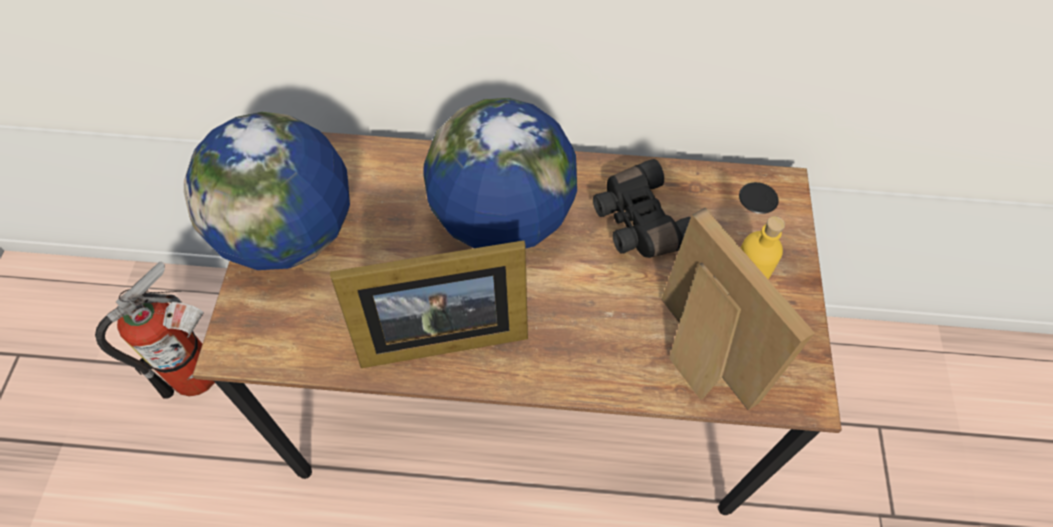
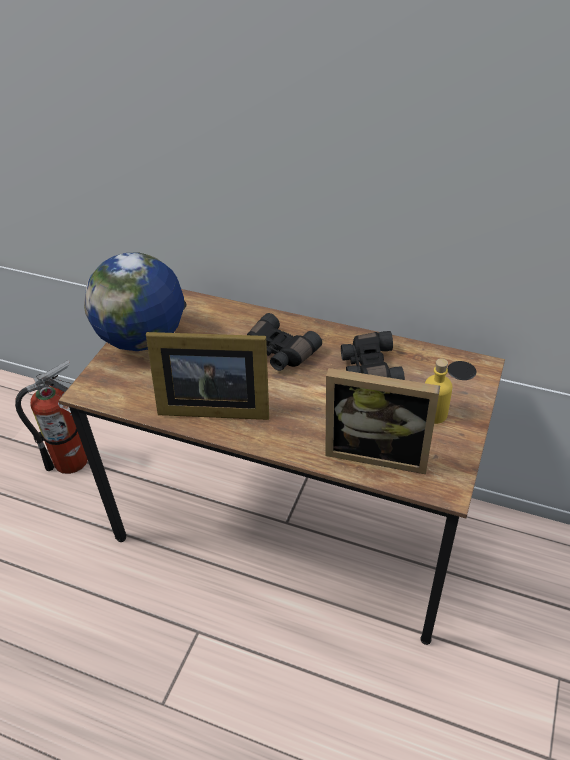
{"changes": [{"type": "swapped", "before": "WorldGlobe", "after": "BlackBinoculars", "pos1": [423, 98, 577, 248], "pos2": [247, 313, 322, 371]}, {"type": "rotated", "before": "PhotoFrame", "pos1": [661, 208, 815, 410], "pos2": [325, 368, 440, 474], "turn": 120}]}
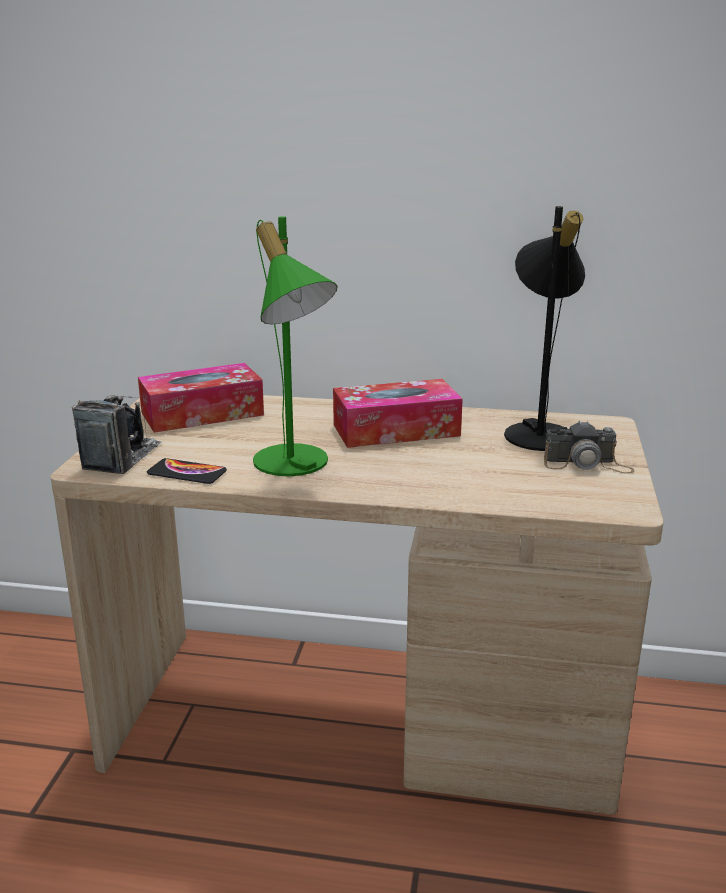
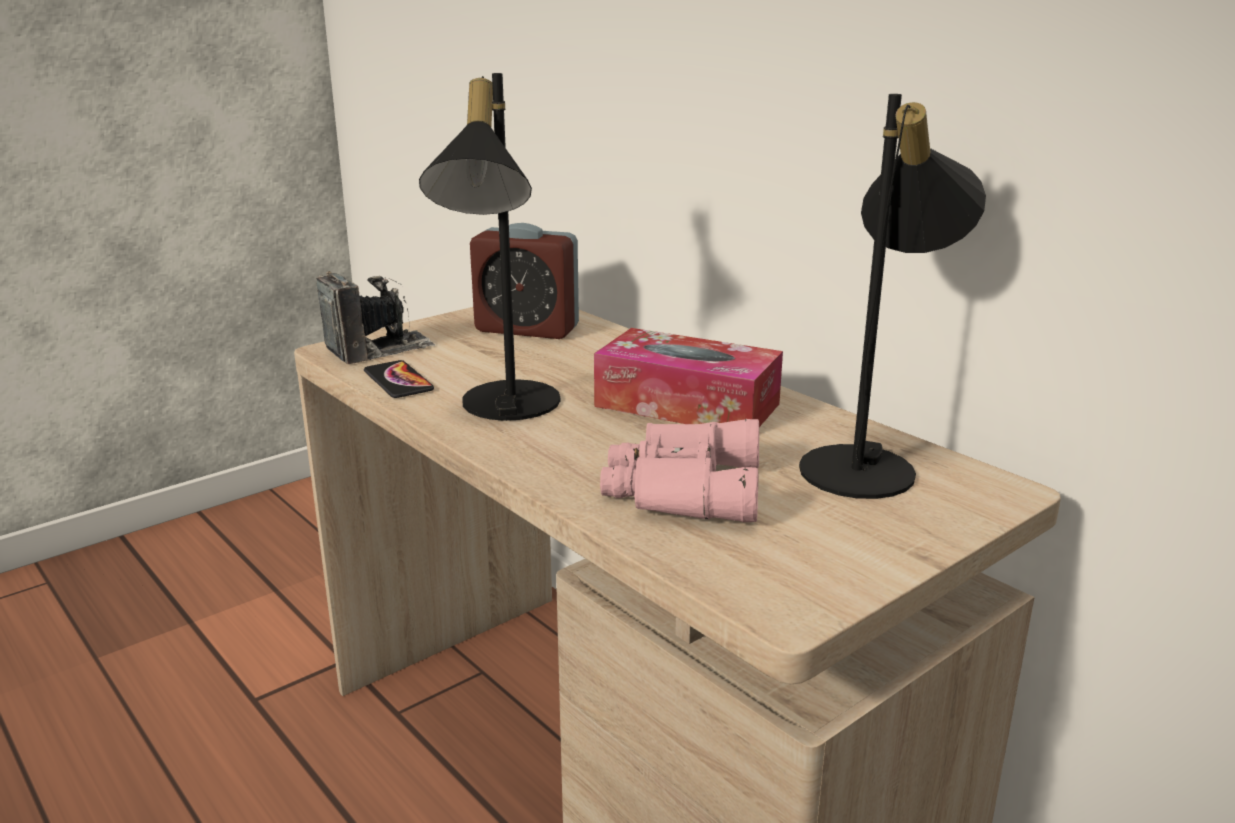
{"changes": [{"type": "repainted", "before": "GreenishLampForATable", "after": "BlackLampForATable", "pos1": [253, 216, 337, 476], "pos2": [419, 73, 560, 421]}, {"type": "swapped", "before": "TissueBox", "after": "BedsideClock", "pos1": [138, 363, 264, 433], "pos2": [470, 223, 579, 339]}, {"type": "gone", "before": "PhotoCamera", "pos1": [544, 420, 634, 474]}, {"type": "new", "after": "PinkBinoculars", "pos2": [600, 419, 759, 522]}]}
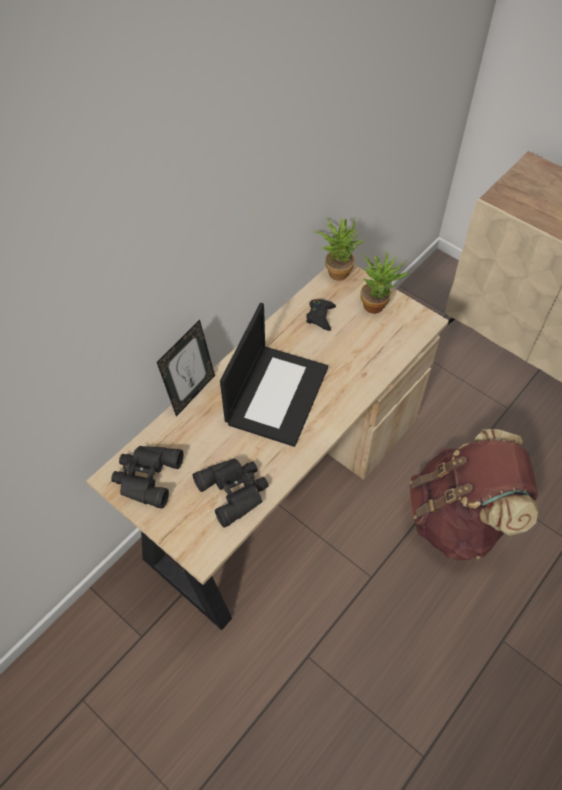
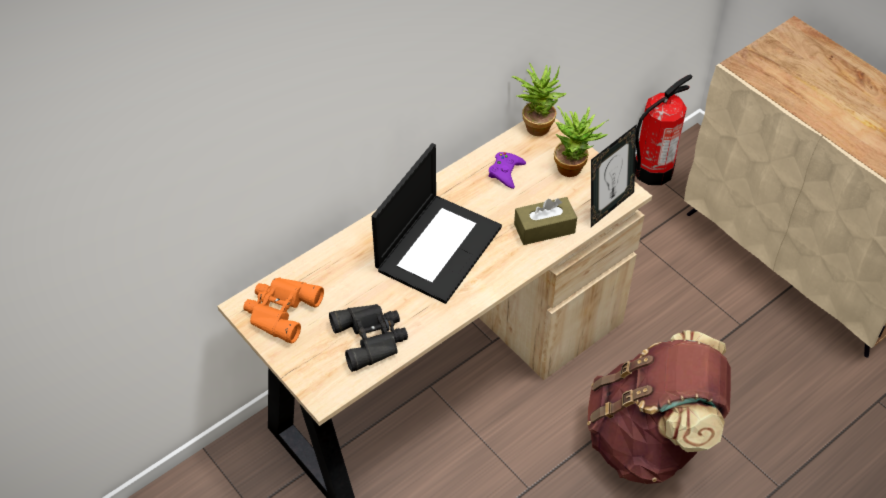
{"changes": [{"type": "repainted", "before": "BlackGamepad", "after": "PurplishGamepad", "pos1": [306, 299, 336, 331], "pos2": [489, 152, 526, 189]}, {"type": "shifted", "before": "PhotoFrame", "pos1": [157, 319, 215, 417], "pos2": [591, 124, 637, 227]}, {"type": "repainted", "before": "BlackBinoculars", "after": "OrangeColouredBinoculars", "pos1": [111, 446, 184, 508], "pos2": [243, 277, 324, 343]}, {"type": "new", "after": "Extinguisher", "pos2": [635, 74, 692, 185]}, {"type": "new", "after": "BrownishTissueBox", "pos2": [514, 197, 577, 245]}]}
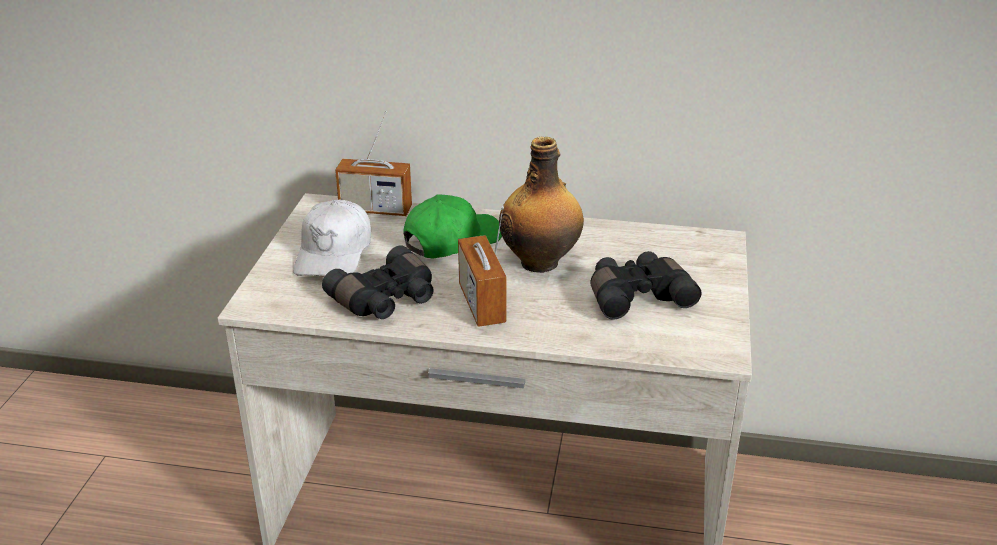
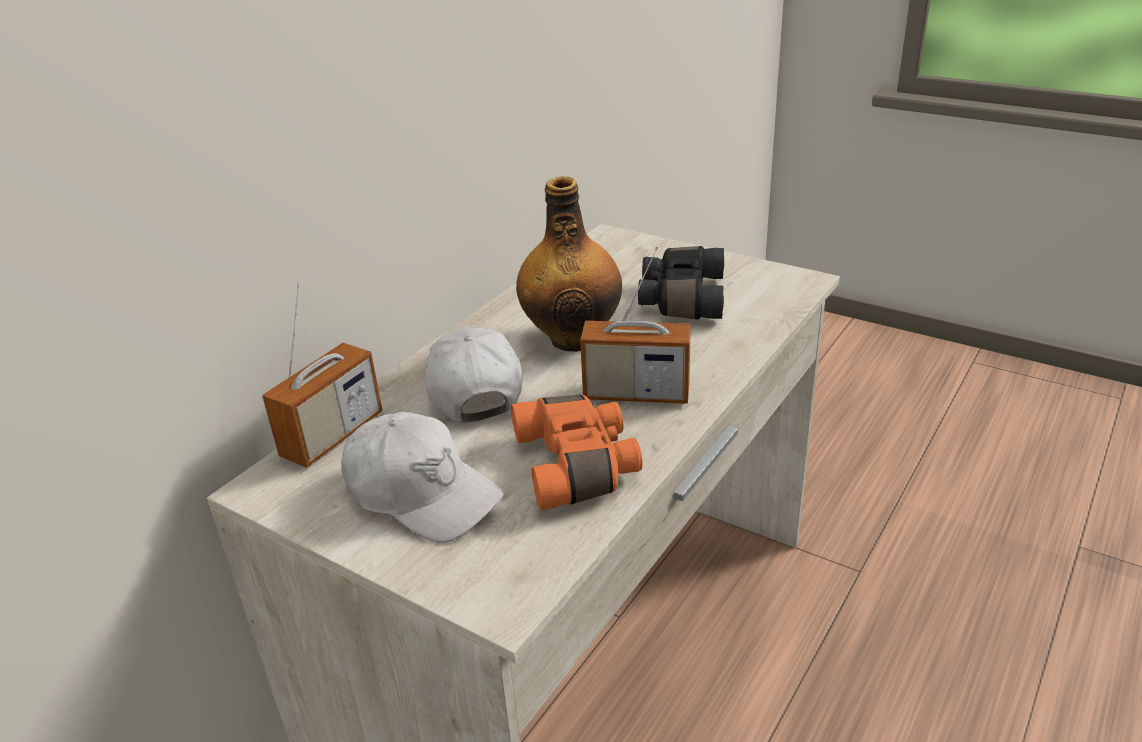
{"changes": [{"type": "repainted", "before": "GreenishBaseballCap", "after": "WhiteBaseballCap", "pos1": [403, 194, 502, 258], "pos2": [425, 326, 523, 422]}, {"type": "repainted", "before": "BlackBinoculars", "after": "OrangeColouredBinoculars", "pos1": [322, 245, 434, 319], "pos2": [511, 395, 643, 510]}]}
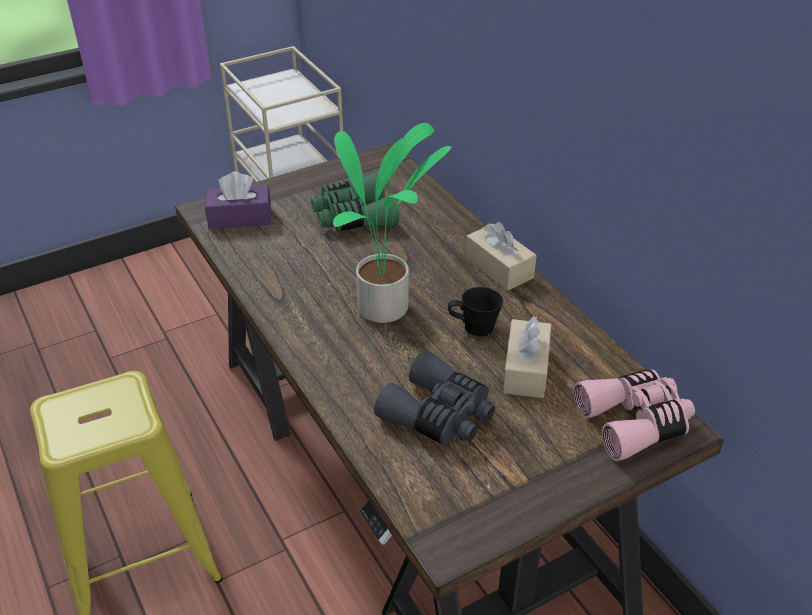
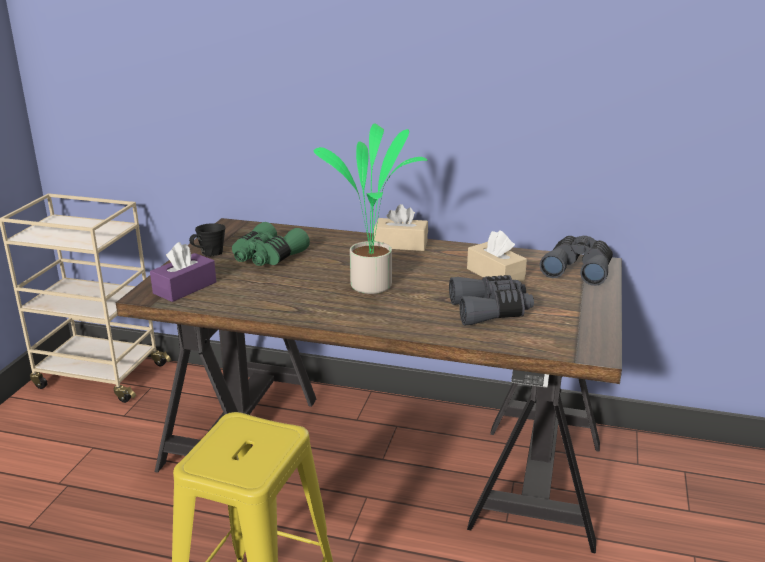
{"changes": [{"type": "shifted", "before": "BlackTeaMug", "pos1": [448, 287, 503, 337], "pos2": [189, 223, 225, 256]}, {"type": "repainted", "before": "PinkBinoculars", "after": "GrayBinoculars", "pos1": [573, 370, 695, 461], "pos2": [540, 236, 613, 286]}]}
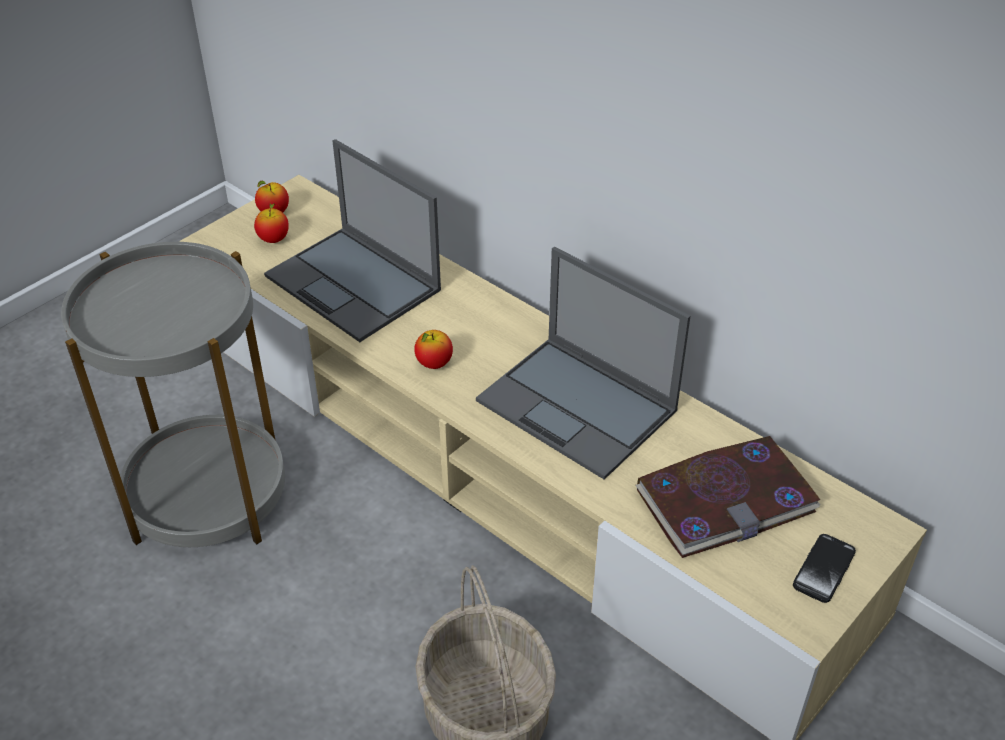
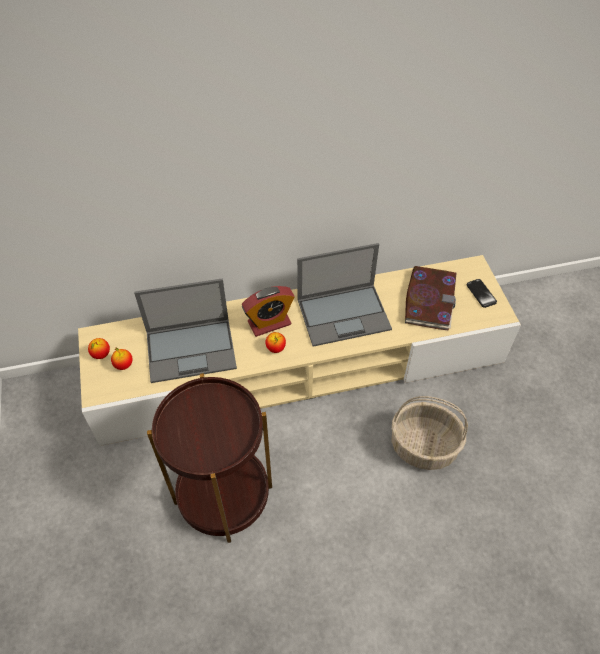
{"changes": [{"type": "repainted", "before": "GrayAccentTable", "after": "BrownishAccentTable", "pos1": [61, 242, 285, 547], "pos2": [147, 373, 272, 543]}, {"type": "new", "after": "BedsideClock", "pos2": [242, 286, 295, 337]}]}
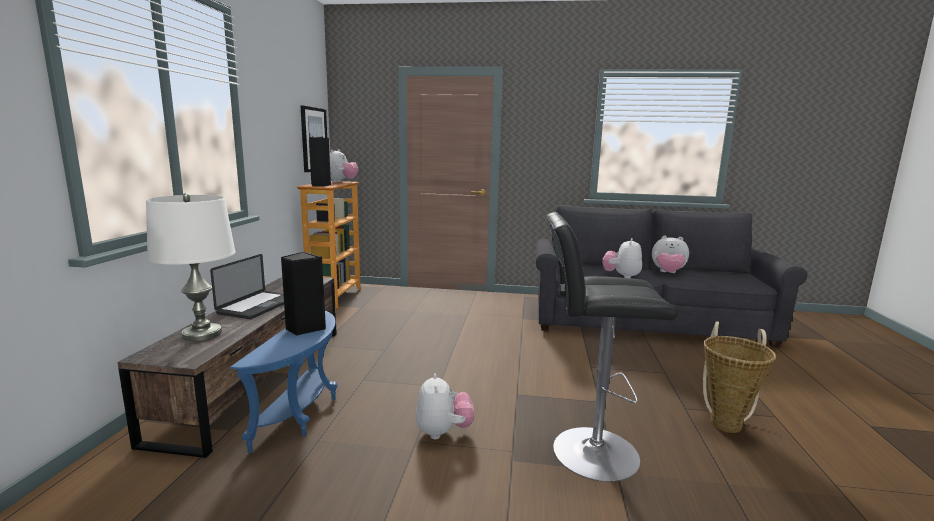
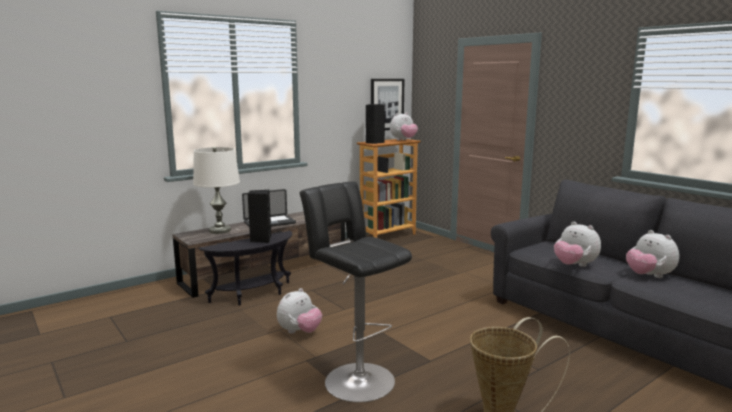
{"changes": [{"type": "rotated", "before": "CuddlyToy", "pos1": [602, 238, 642, 278], "pos2": [554, 222, 601, 267], "turn": -105}, {"type": "repainted", "before": "BluishAccentTable", "after": "BlackAccentTable", "pos1": [230, 311, 337, 453], "pos2": [198, 231, 292, 305]}]}
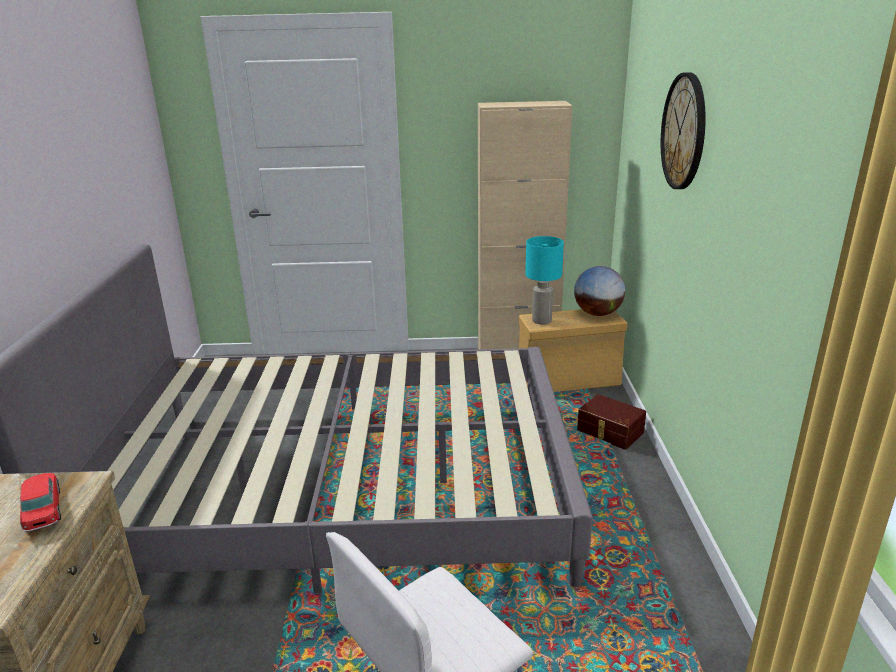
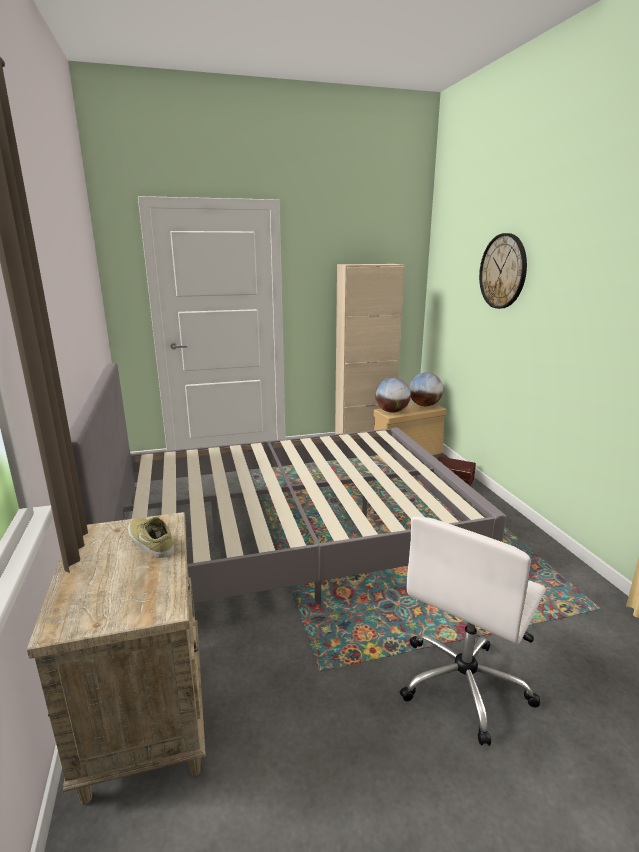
{"changes": [{"type": "swapped", "before": "TurquoiseColouredLampForATable", "after": "WorldGlobe", "pos1": [525, 236, 564, 324], "pos2": [375, 377, 411, 413]}, {"type": "swapped", "before": "ModelCar", "after": "SandColouredShoe", "pos1": [20, 473, 61, 532], "pos2": [128, 517, 174, 558]}]}
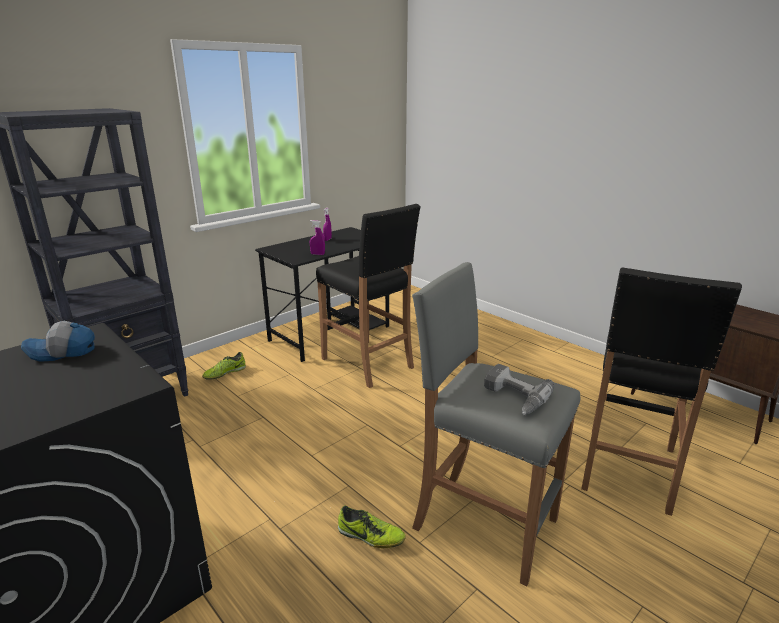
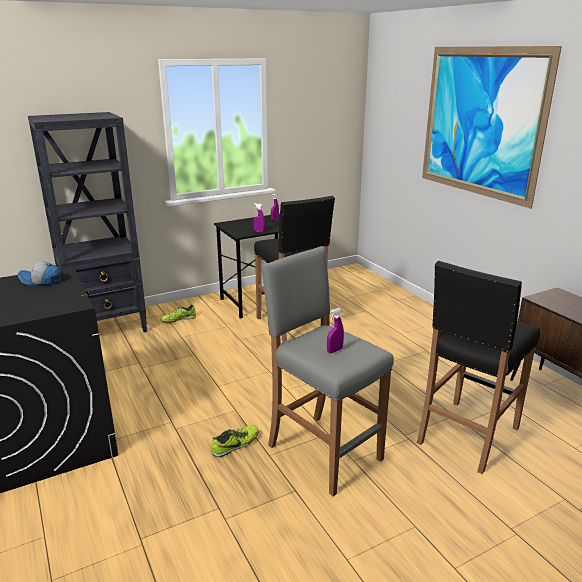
{"changes": [{"type": "swapped", "before": "ElectricDrill", "after": "PurplishHandSprayer", "pos1": [484, 364, 555, 415], "pos2": [327, 308, 344, 353]}, {"type": "rotated", "before": "Shoe", "pos1": [338, 505, 406, 548], "pos2": [211, 426, 259, 457], "turn": -75}, {"type": "new", "after": "Picture", "pos2": [422, 46, 562, 209]}]}
